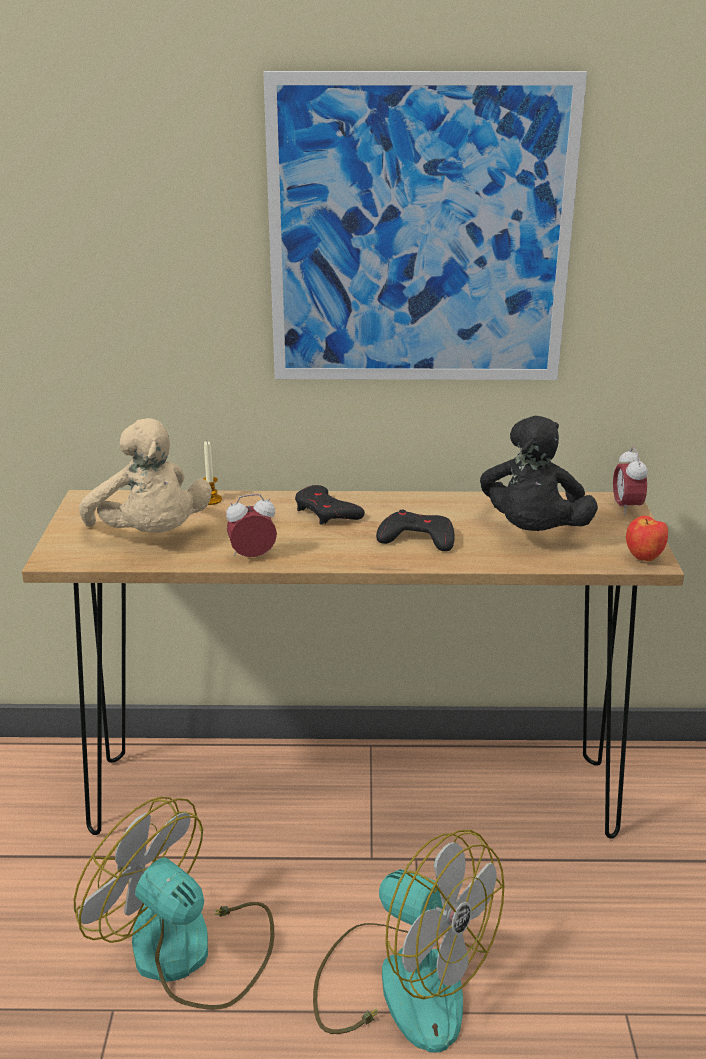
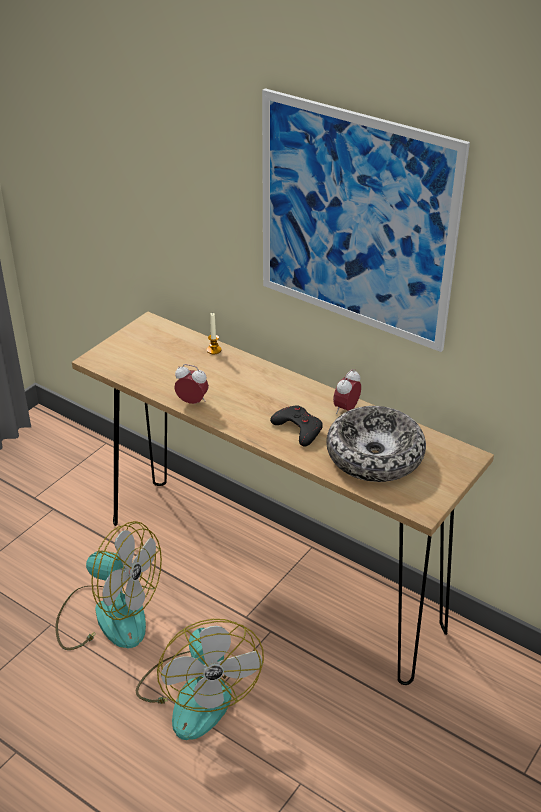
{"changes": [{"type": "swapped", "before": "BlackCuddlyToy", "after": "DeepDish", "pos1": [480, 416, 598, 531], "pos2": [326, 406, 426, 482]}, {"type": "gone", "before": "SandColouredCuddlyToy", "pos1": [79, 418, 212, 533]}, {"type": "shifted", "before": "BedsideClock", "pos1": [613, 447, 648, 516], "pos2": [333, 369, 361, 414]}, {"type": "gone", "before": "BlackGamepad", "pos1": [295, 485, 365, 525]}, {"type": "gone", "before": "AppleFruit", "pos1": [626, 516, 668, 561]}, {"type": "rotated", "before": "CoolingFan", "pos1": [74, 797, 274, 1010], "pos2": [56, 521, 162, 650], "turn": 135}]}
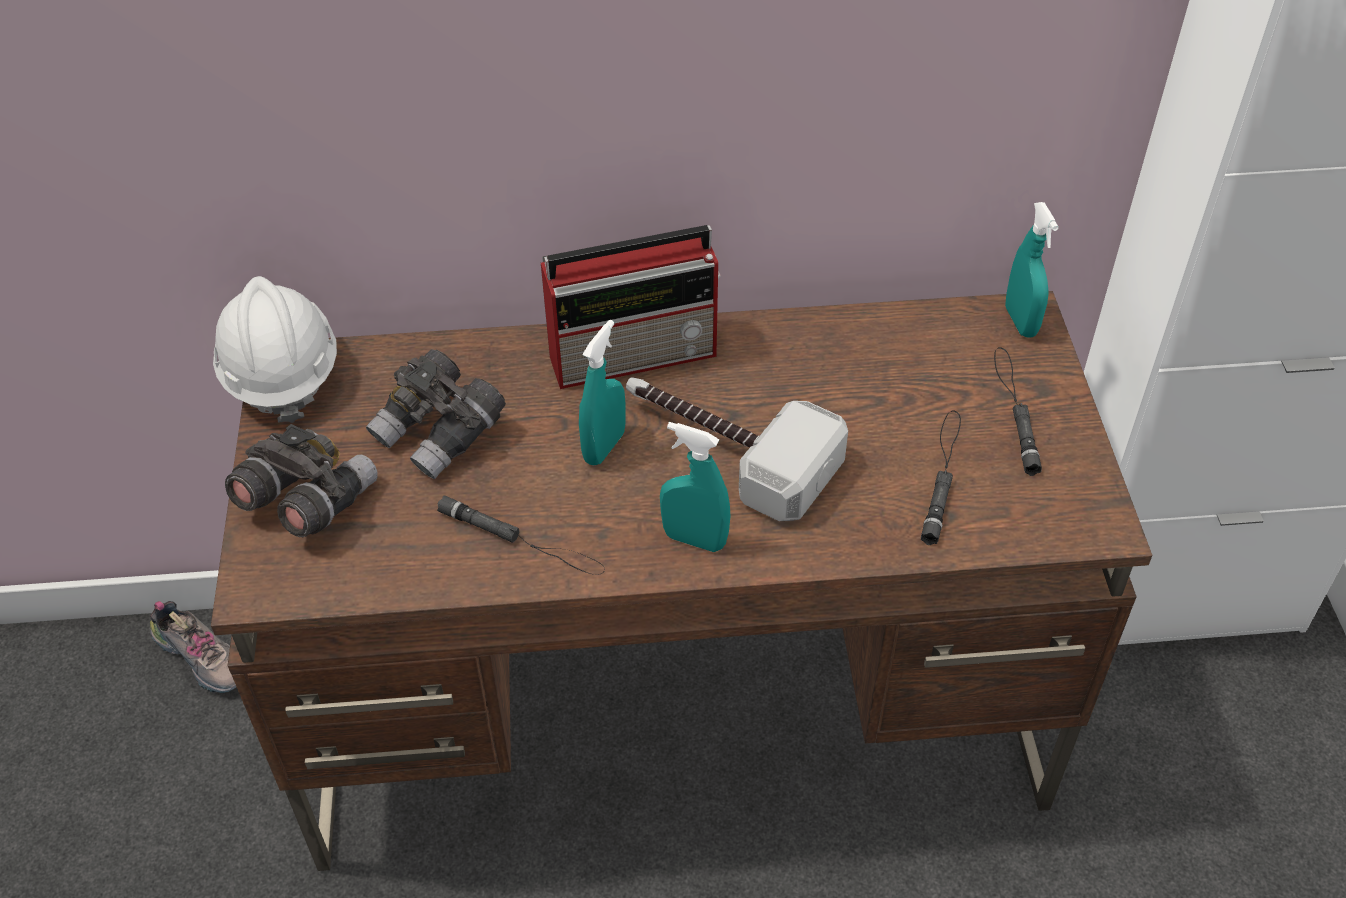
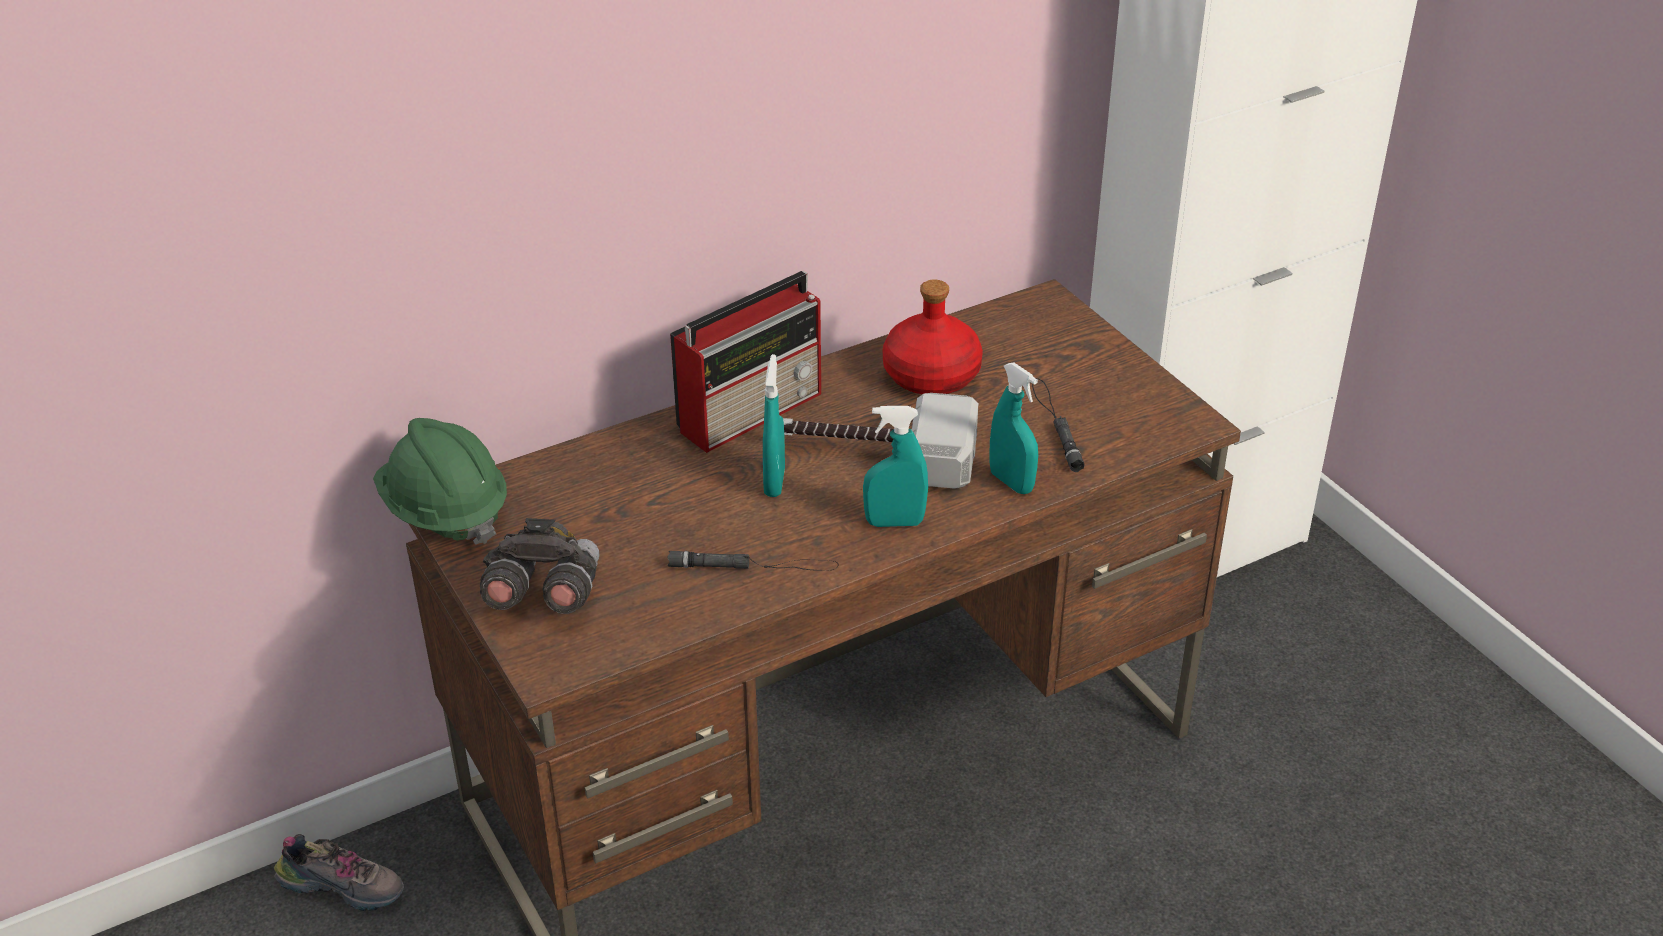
{"changes": [{"type": "shifted", "before": "TurquoiseColouredHandSprayer", "pos1": [1005, 202, 1059, 338], "pos2": [989, 362, 1038, 494]}, {"type": "repainted", "before": "WhiteHardHat", "after": "GreenishHardHat", "pos1": [213, 276, 337, 423], "pos2": [373, 418, 507, 545]}, {"type": "gone", "before": "BlackTorch", "pos1": [994, 347, 1042, 476]}, {"type": "gone", "before": "GrayBinoculars", "pos1": [366, 349, 506, 479]}, {"type": "new", "after": "RedBottle", "pos2": [882, 279, 983, 394]}]}
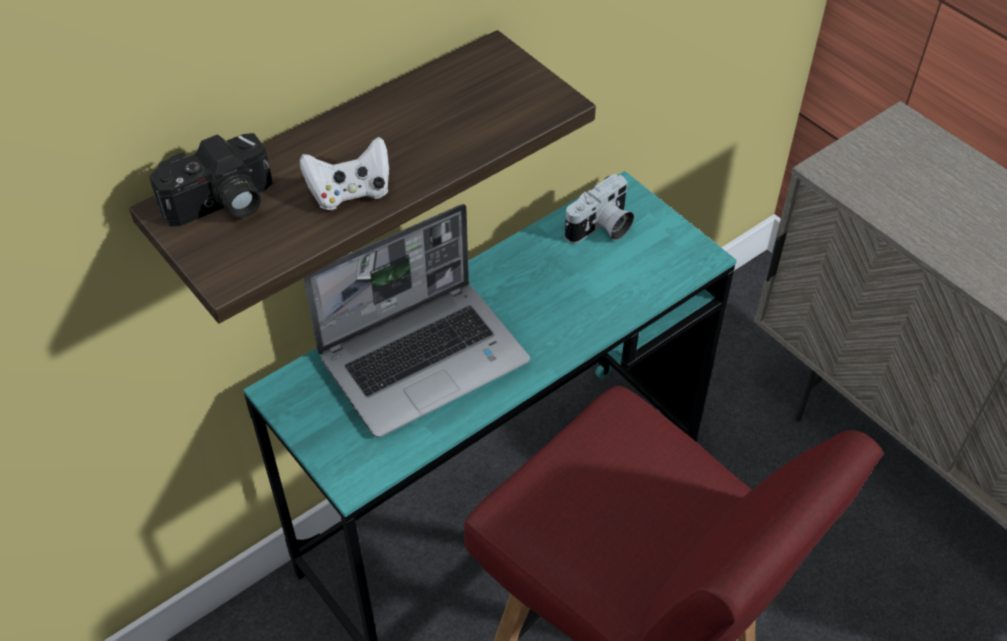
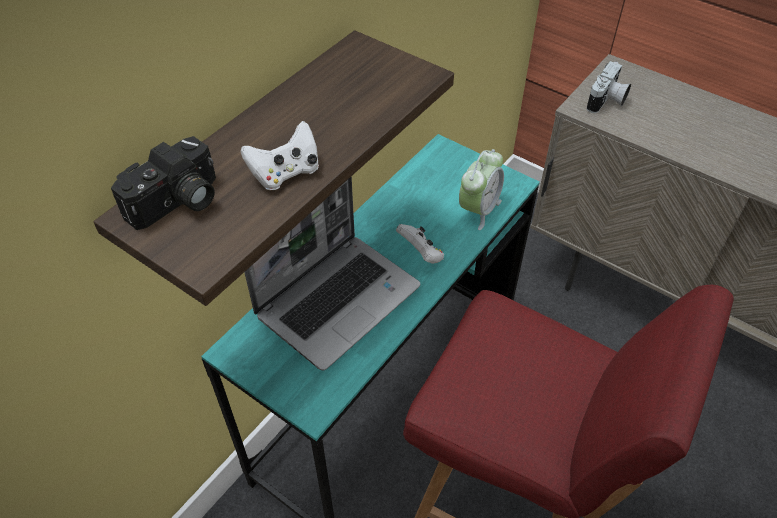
{"changes": [{"type": "shifted", "before": "PhotoCamera", "pos1": [565, 174, 634, 243], "pos2": [587, 61, 631, 113]}, {"type": "new", "after": "BedsideClock", "pos2": [459, 149, 504, 230]}, {"type": "new", "after": "WhiteGamepad", "pos2": [396, 224, 444, 264]}]}
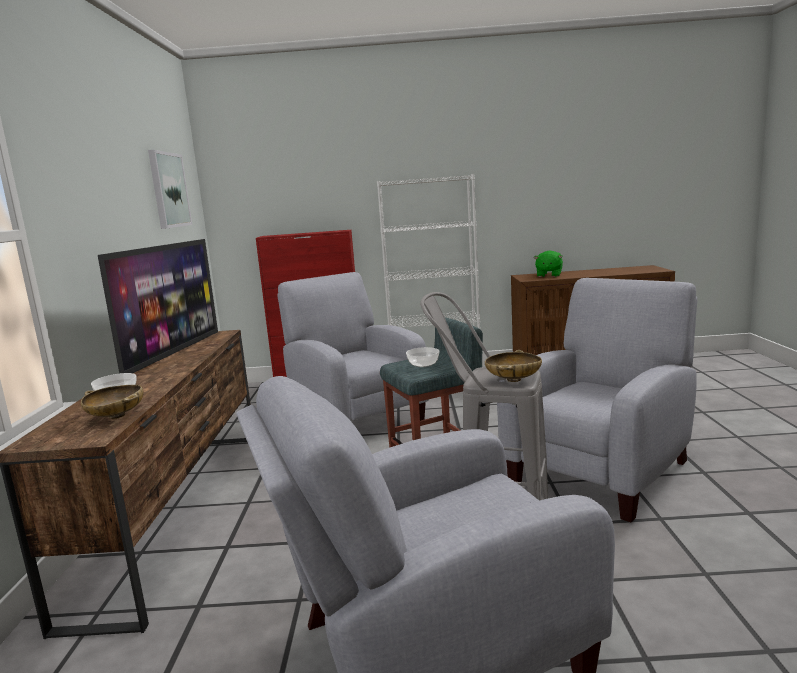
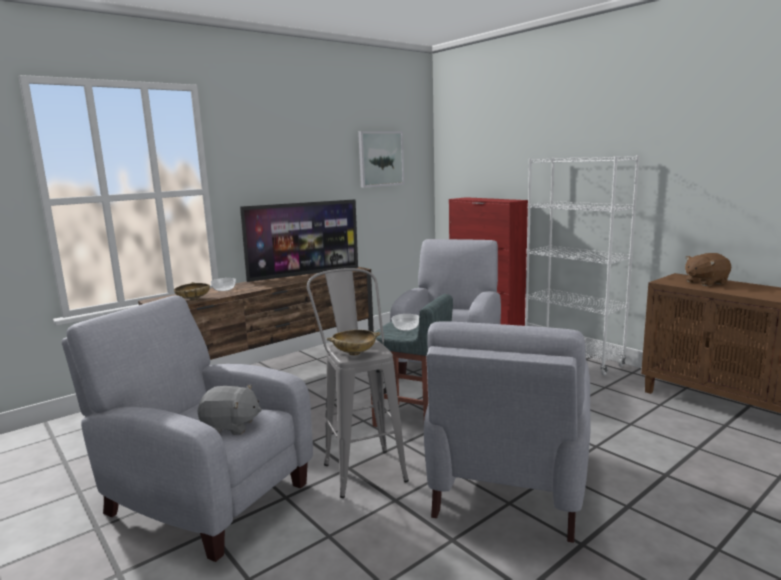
{"changes": [{"type": "repainted", "before": "GreenishCuddlyToy", "after": "BrownishCuddlyToy", "pos1": [534, 250, 563, 277], "pos2": [685, 253, 731, 286]}, {"type": "rotated", "before": "GrayLoungeChair", "pos1": [497, 278, 698, 522], "pos2": [424, 321, 591, 543], "turn": 105}, {"type": "new", "after": "GrayCuddlyToy", "pos2": [198, 384, 262, 435]}]}
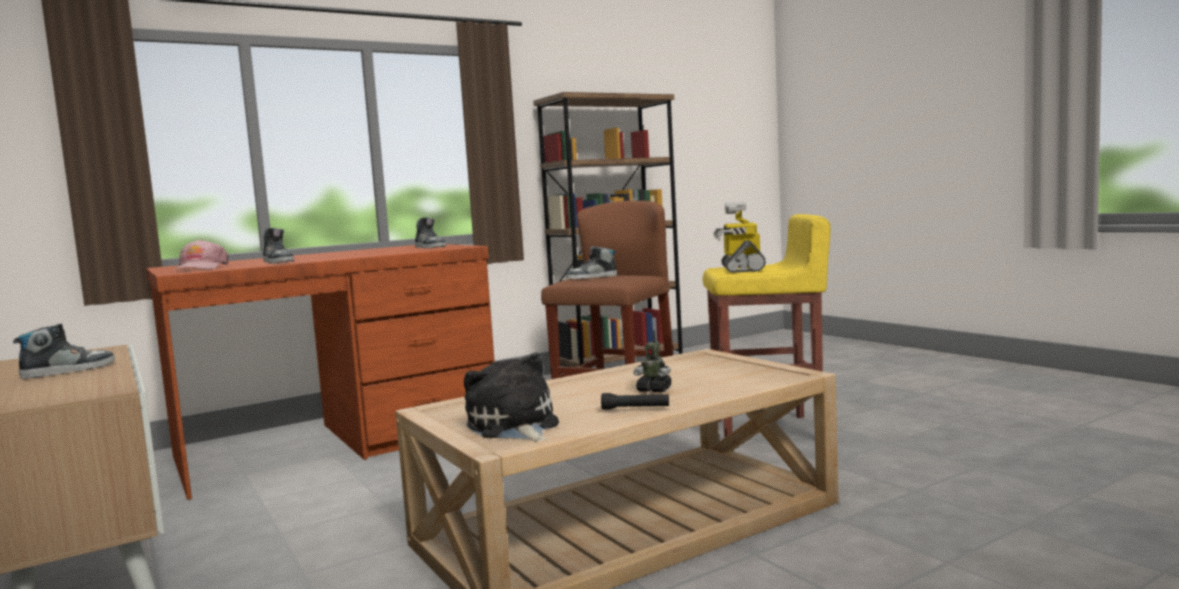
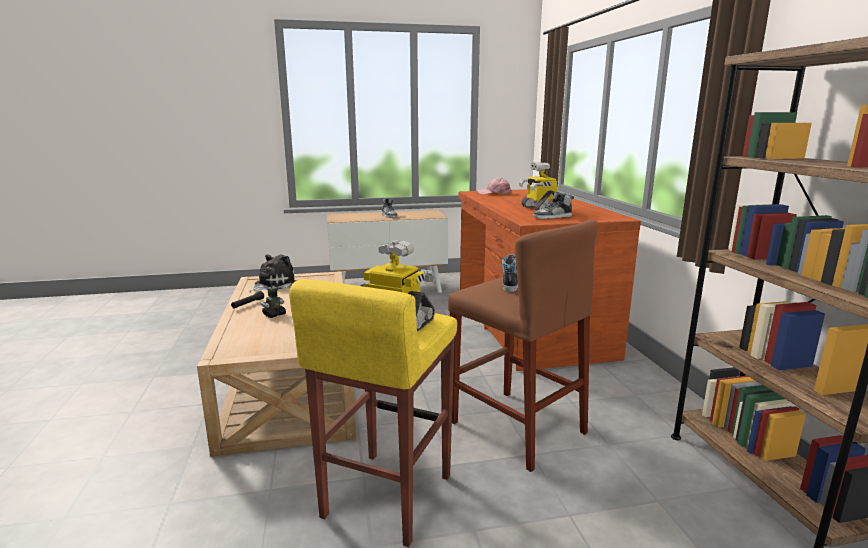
{"changes": [{"type": "gone", "before": "Shoe", "pos1": [263, 228, 294, 263]}, {"type": "rotated", "before": "CuddlyToy", "pos1": [464, 352, 559, 442], "pos2": [249, 254, 296, 293], "turn": -45}, {"type": "new", "after": "ToyRobot", "pos2": [519, 162, 558, 211]}]}
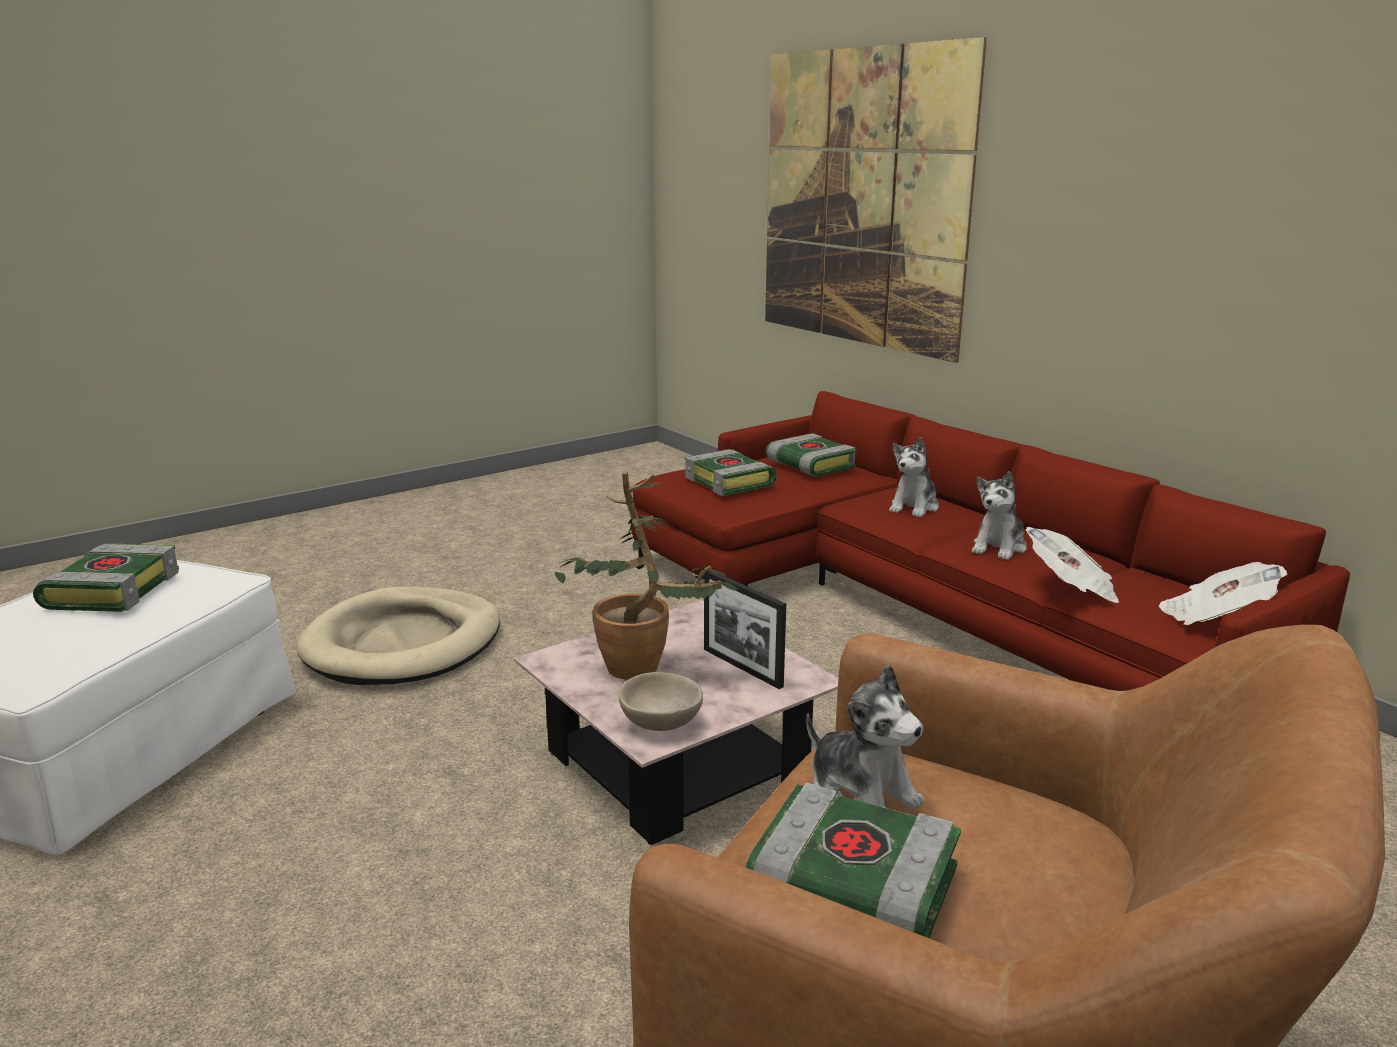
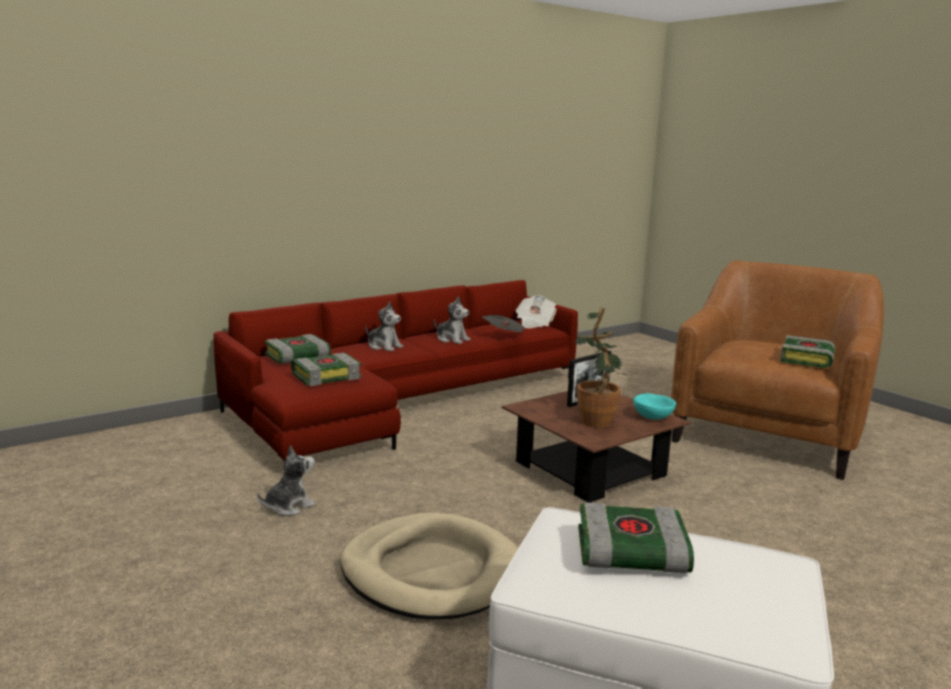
{"changes": [{"type": "gone", "before": "Picture", "pos1": [765, 37, 987, 363]}, {"type": "repainted", "before": "PinkLowTable", "after": "BrownishLowTable", "pos1": [513, 600, 838, 845], "pos2": [501, 391, 691, 503]}, {"type": "shifted", "before": "CuddlyToy", "pos1": [806, 665, 924, 810], "pos2": [257, 446, 315, 516]}, {"type": "repainted", "before": "SandColouredDeepDish", "after": "TurquoiseColouredDeepDish", "pos1": [619, 672, 703, 731], "pos2": [633, 393, 676, 420]}]}
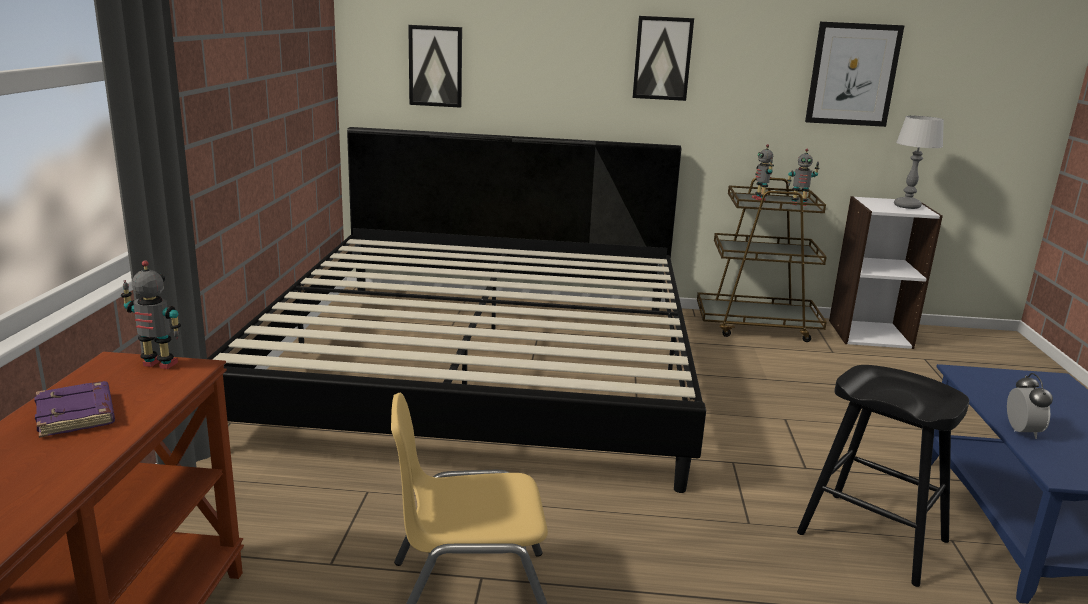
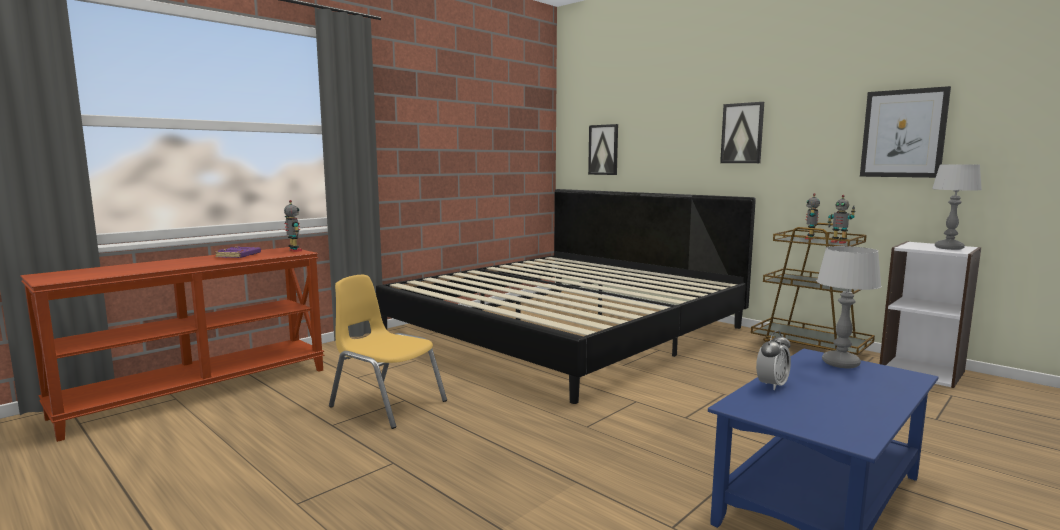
{"changes": [{"type": "gone", "before": "BlackSittingStool", "pos1": [797, 365, 969, 587]}, {"type": "new", "after": "LampForATable", "pos2": [817, 246, 882, 368]}]}
